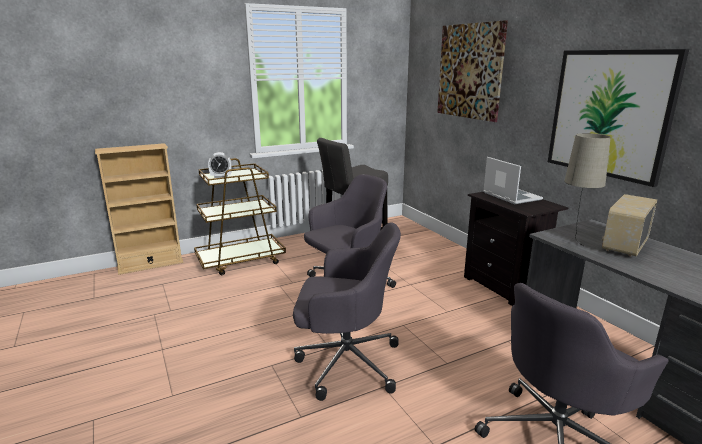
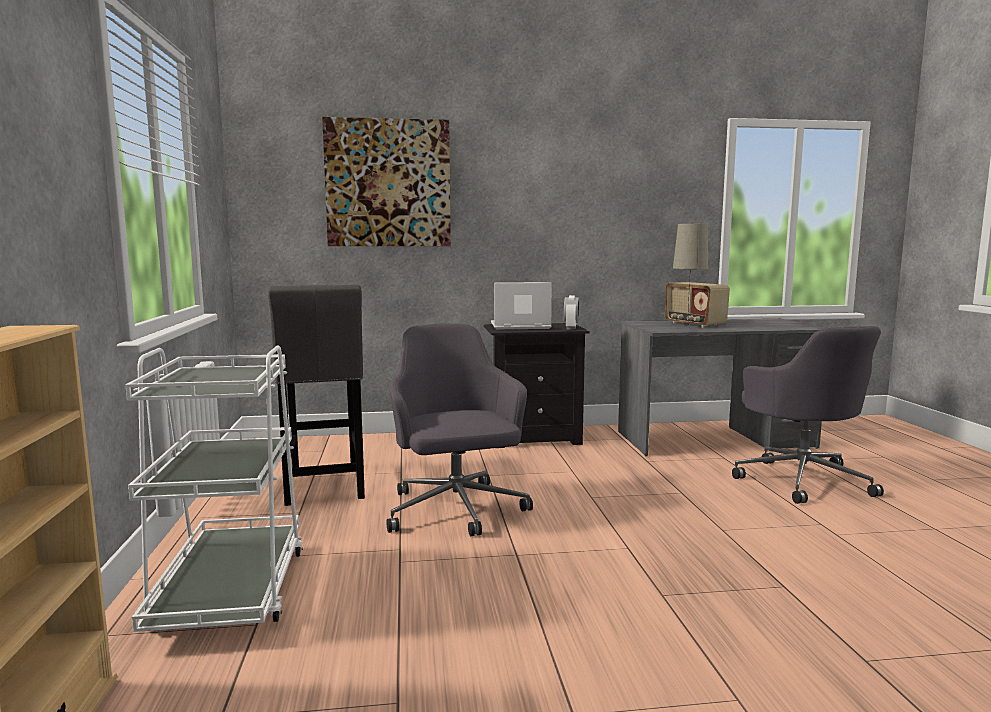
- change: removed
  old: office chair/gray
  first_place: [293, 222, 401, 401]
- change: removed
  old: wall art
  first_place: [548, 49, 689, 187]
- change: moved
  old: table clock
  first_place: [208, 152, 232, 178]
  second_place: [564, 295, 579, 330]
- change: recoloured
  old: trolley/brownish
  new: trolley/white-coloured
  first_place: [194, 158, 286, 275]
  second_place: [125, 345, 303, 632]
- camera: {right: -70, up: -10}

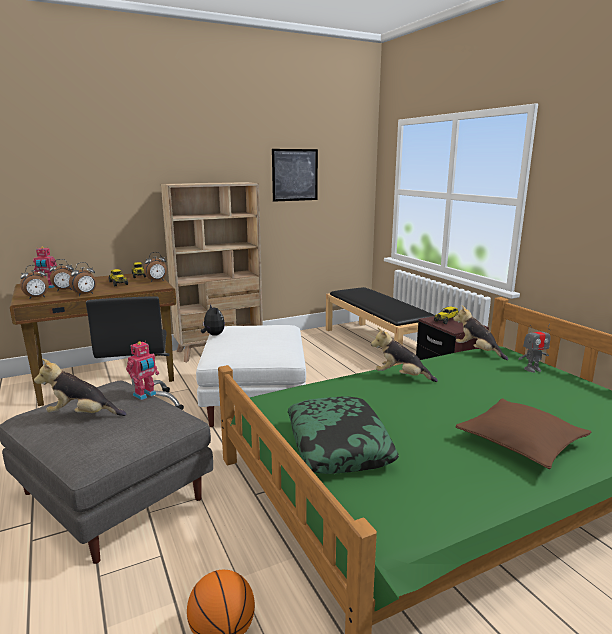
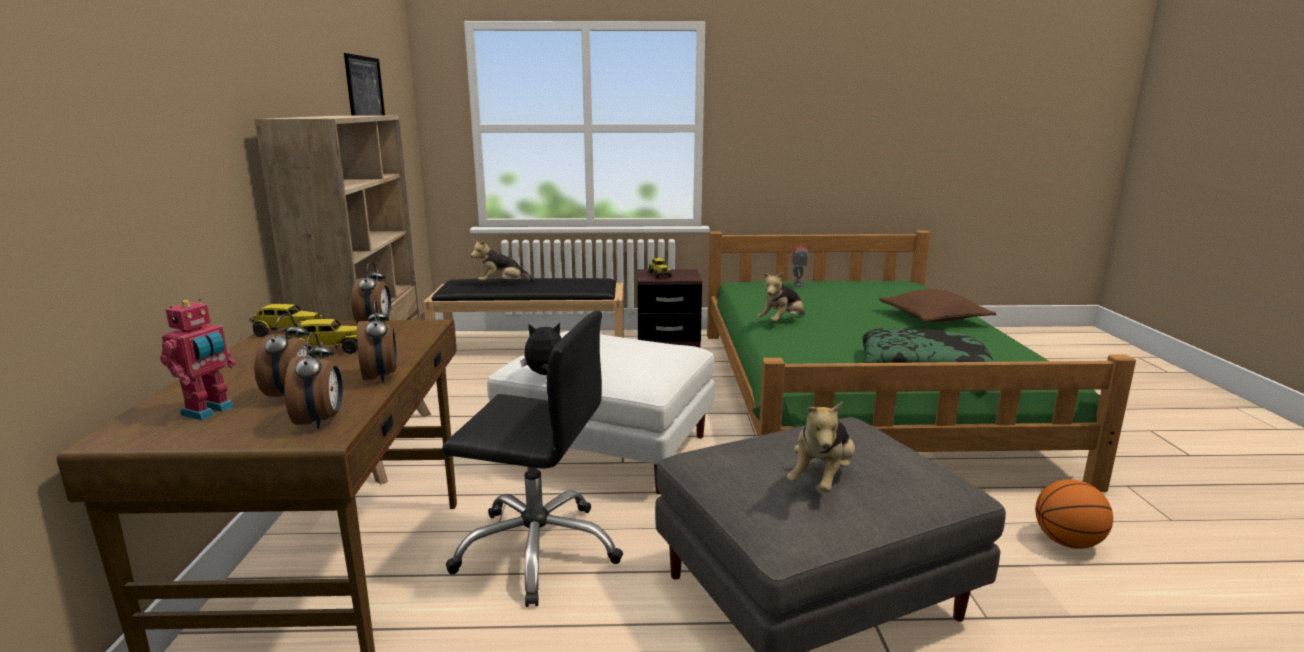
- change: removed
  old: toy robot
  first_place: [126, 341, 159, 400]
- change: moved
  old: soft toy
  first_place: [453, 305, 508, 360]
  second_place: [471, 240, 535, 282]
- camera: {right: -65, up: 0}

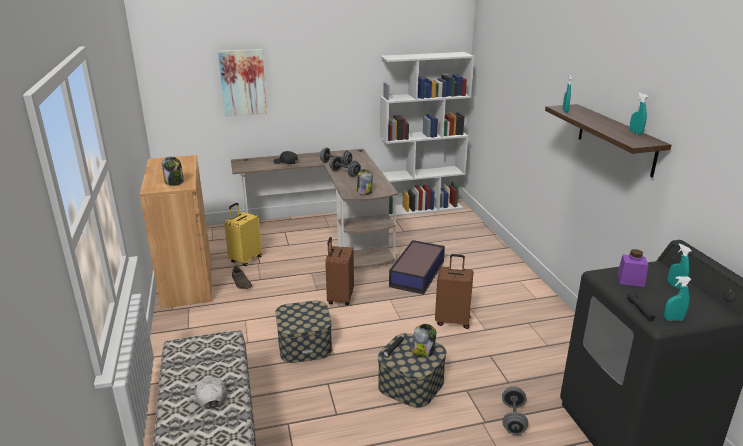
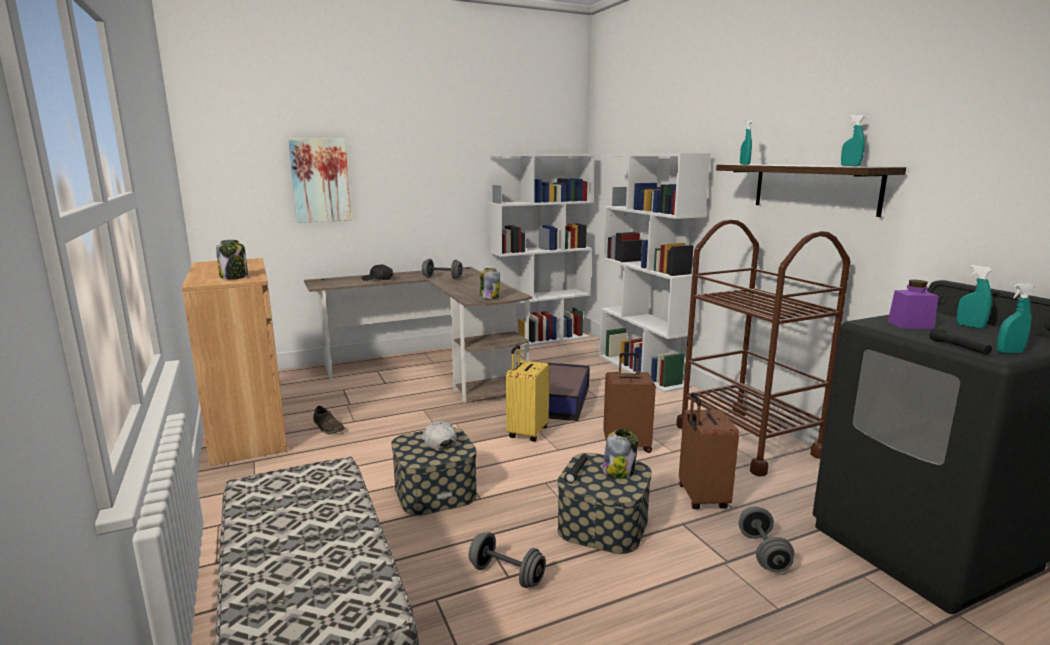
- change: added
  new: bookshelf/white-coloured
  second_place: [599, 153, 711, 393]
- change: added
  new: trolley/brownish
  second_place: [676, 219, 850, 477]
- change: moved
  old: peaked cap/white-coloured
  first_place: [195, 376, 227, 409]
  second_place: [421, 421, 457, 451]
- change: moved
  old: piece of luggage/yellowish
  first_place: [224, 203, 262, 266]
  second_place: [506, 345, 549, 442]
- change: moved
  old: piece of luggage/brownish
  first_place: [325, 237, 354, 306]
  second_place: [679, 393, 739, 509]
- change: moved
  old: dumbbell/gray
  first_place: [329, 156, 361, 177]
  second_place: [469, 532, 546, 588]
- camera: {right: -10, up: -10}

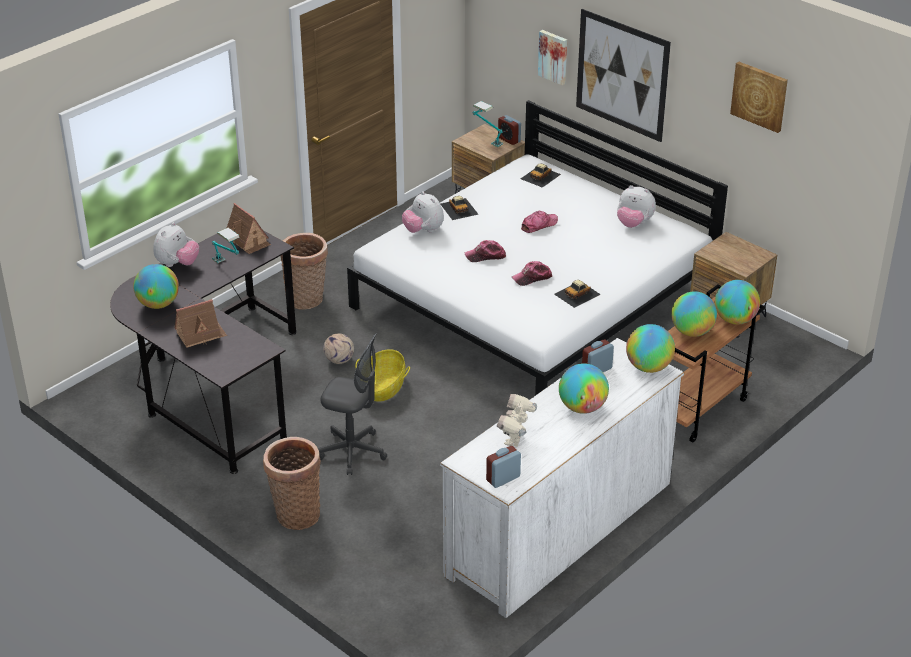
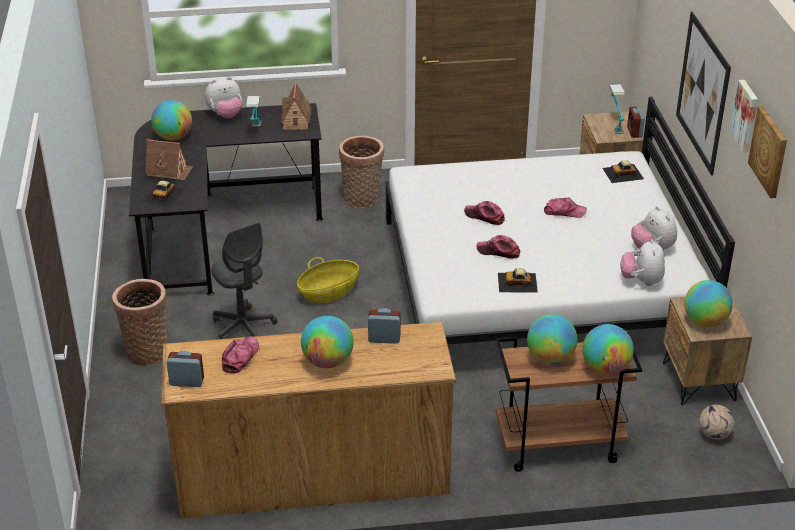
- change: moved
  old: football ball
  first_place: [323, 333, 354, 364]
  second_place: [699, 405, 734, 440]
- change: moved
  old: soft toy
  first_place: [402, 191, 444, 233]
  second_place: [620, 239, 665, 286]
- change: moved
  old: toy car
  first_place: [441, 196, 479, 220]
  second_place: [143, 181, 186, 207]
- change: moved
  old: wall art
  first_place: [538, 30, 567, 85]
  second_place: [730, 80, 758, 152]
- change: moved
  old: desk globe
  first_place: [626, 324, 675, 373]
  second_place: [684, 280, 733, 327]
- change: replaced
  old: toy robot
  new: peaked cap
  first_place: [497, 394, 537, 447]
  second_place: [222, 336, 259, 374]
- change: recoloured
  old: drawer chest/white-coloured
  new: drawer chest/brownish
  first_place: [440, 338, 684, 618]
  second_place: [161, 322, 456, 519]
- camera: {right: 40, up: 0}

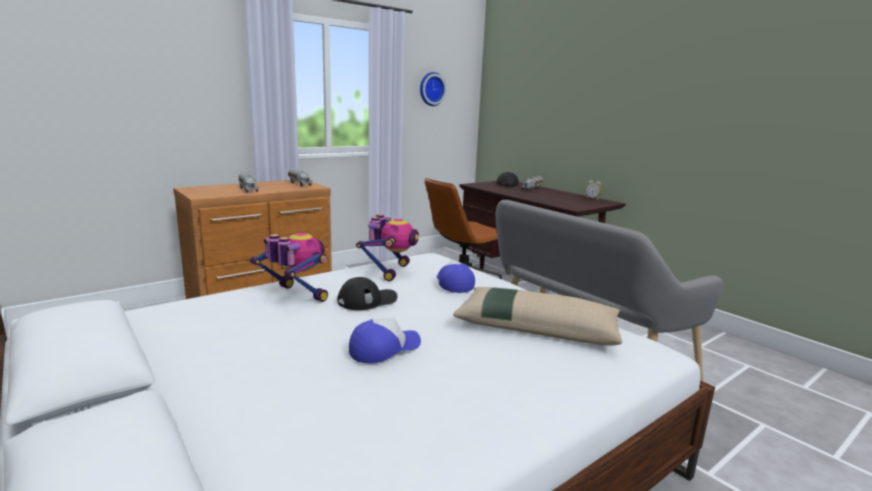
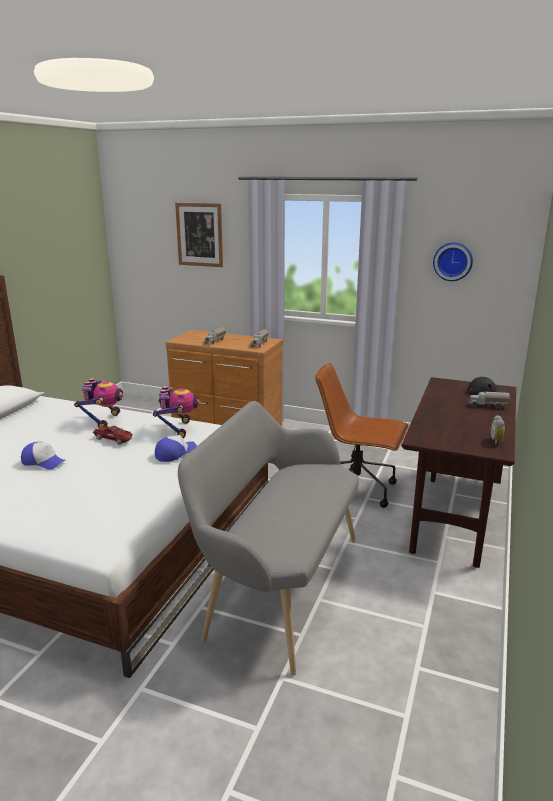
- change: removed
  old: cushion/beige
  first_place: [453, 287, 622, 346]
- change: added
  new: wall art
  second_place: [175, 203, 223, 267]
- change: replaced
  old: peaked cap/blackish
  new: toy car
  first_place: [337, 277, 397, 310]
  second_place: [93, 425, 133, 445]
- change: turned
  old: toy robot
  first_place: [356, 214, 419, 281]
  second_place: [153, 386, 199, 438]
  degrees: -75
- camera: {right: 60, up: 5}

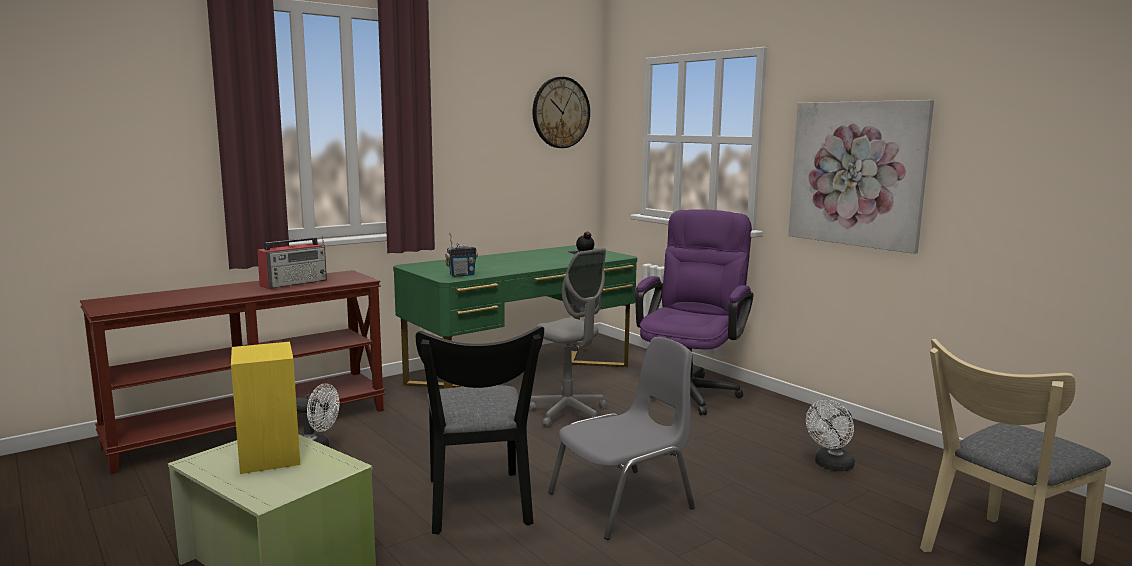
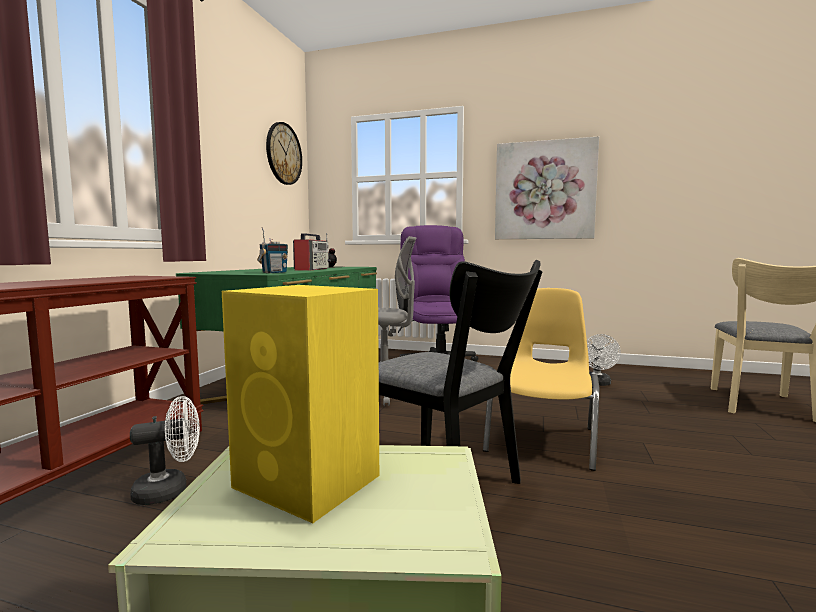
- change: moved
  old: radio set
  first_place: [257, 236, 327, 289]
  second_place: [293, 233, 331, 271]
- change: recoloured
  old: chair/gray
  new: chair/yellowish
  first_place: [548, 337, 695, 540]
  second_place: [483, 288, 600, 471]
- camera: {right: -35, up: -5}

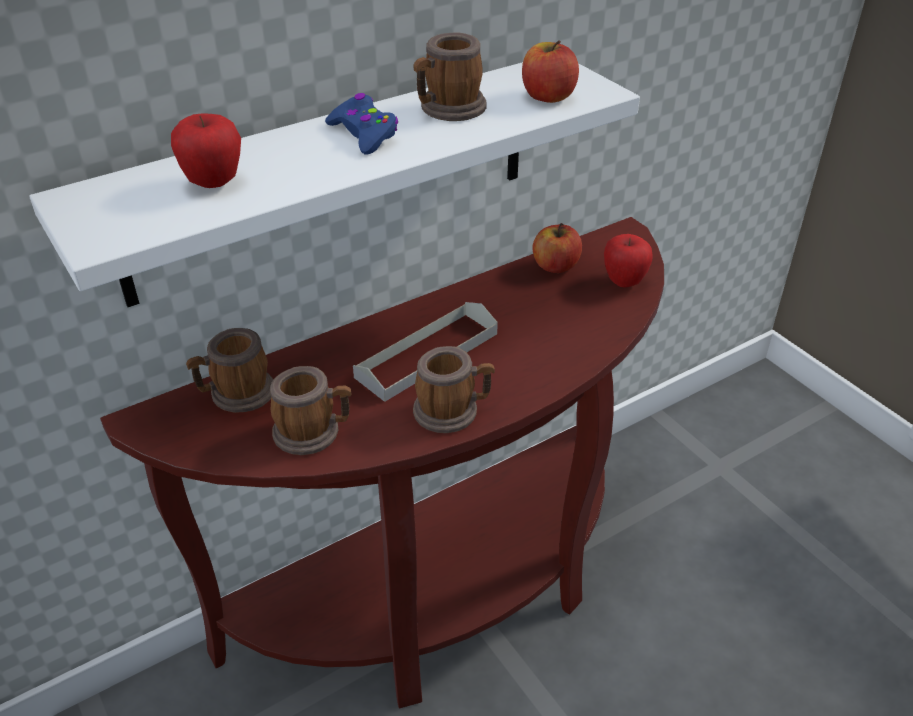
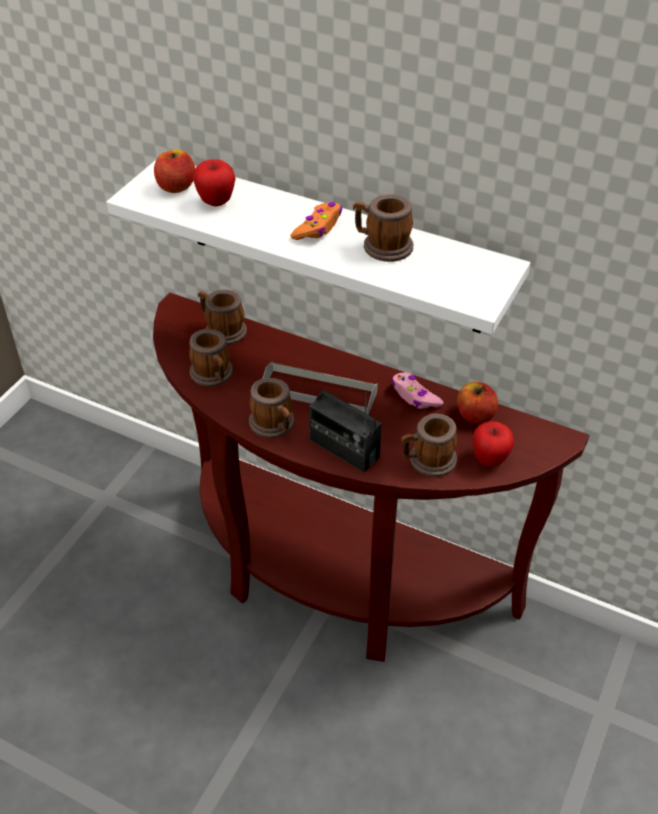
- change: added
  new: radio set
  second_place: [309, 390, 382, 472]
- change: added
  new: joypad/pinkish
  second_place: [391, 372, 443, 409]
- change: added
  new: tea mug
  second_place: [401, 414, 457, 477]
- change: moved
  old: whole apple
  first_place: [522, 40, 579, 103]
  second_place: [154, 150, 195, 193]
- change: recoloured
  old: joypad/bluish
  new: joypad/orangey
  first_place: [325, 93, 398, 155]
  second_place: [290, 202, 342, 240]
- camera: {right: 60, up: 5}

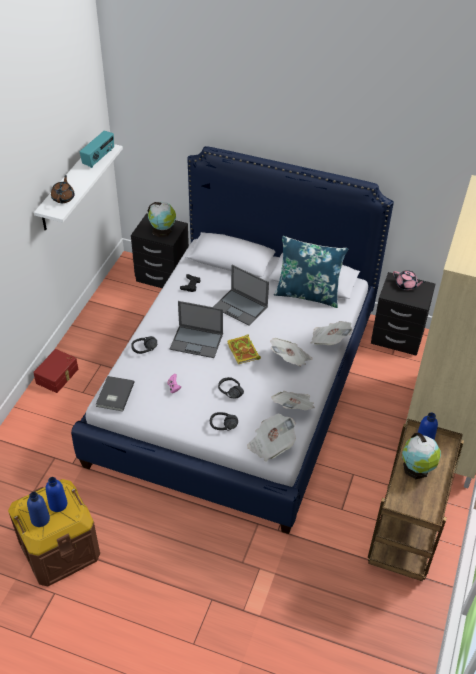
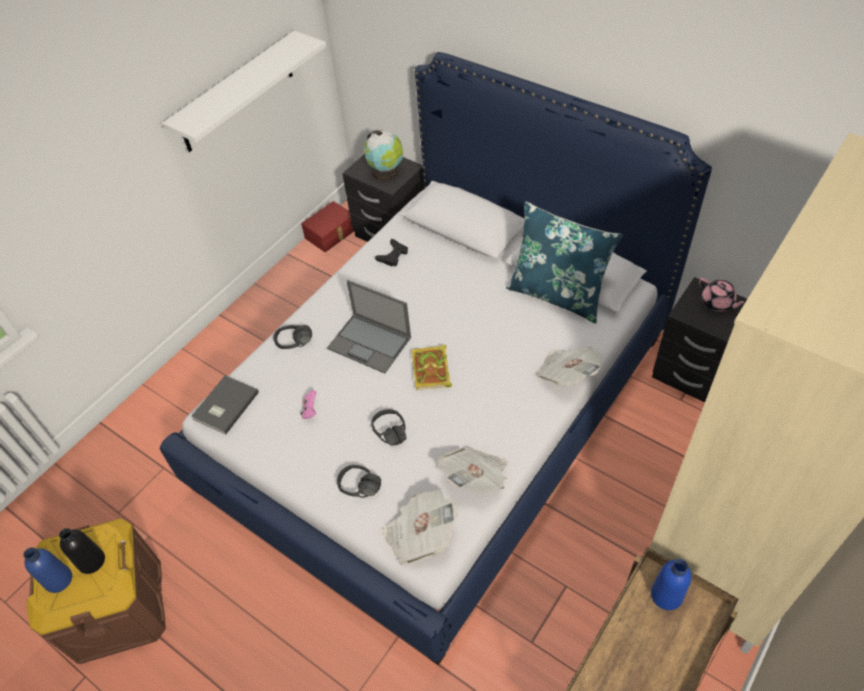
- change: removed
  old: pot for tea/brownish
  first_place: [51, 175, 75, 203]
- change: removed
  old: radio set
  first_place: [80, 130, 114, 168]
- change: removed
  old: portable computer
  first_place: [213, 265, 269, 326]
- change: removed
  old: printed paper
  first_place: [270, 338, 313, 366]
- change: removed
  old: desk globe
  first_place: [402, 433, 441, 479]
- change: moved
  old: storage box/reddish
  first_place: [33, 349, 78, 393]
  second_place: [301, 201, 354, 252]
- change: recoloured
  old: bottle/bluish
  new: bottle/blackish
  first_place: [45, 477, 67, 512]
  second_place: [59, 528, 105, 574]
- camera: {right: 20, up: 5}

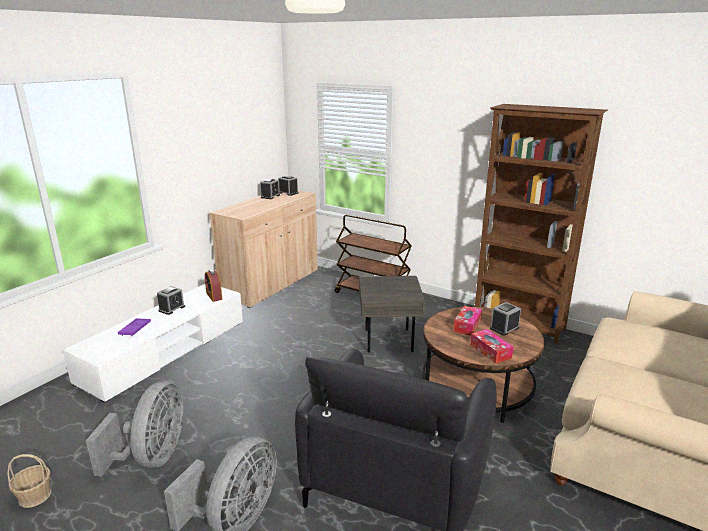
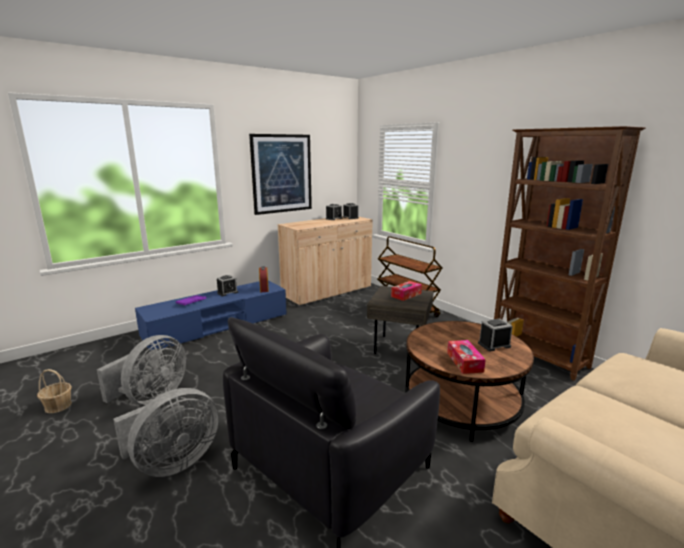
- change: added
  new: wall art
  second_place: [249, 134, 312, 215]
- change: moved
  old: tissue holder
  first_place: [453, 306, 482, 336]
  second_place: [391, 281, 422, 301]
- change: recoloured
  old: media console/white-coloured
  new: media console/bluish
  first_place: [63, 284, 243, 403]
  second_place: [135, 280, 287, 351]
- camera: {right: 20, up: -5}

